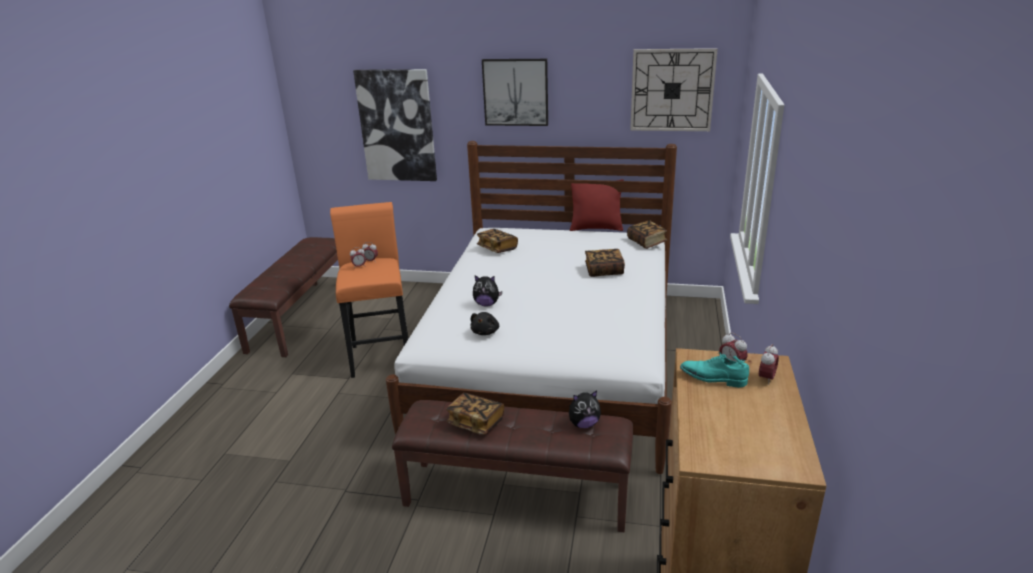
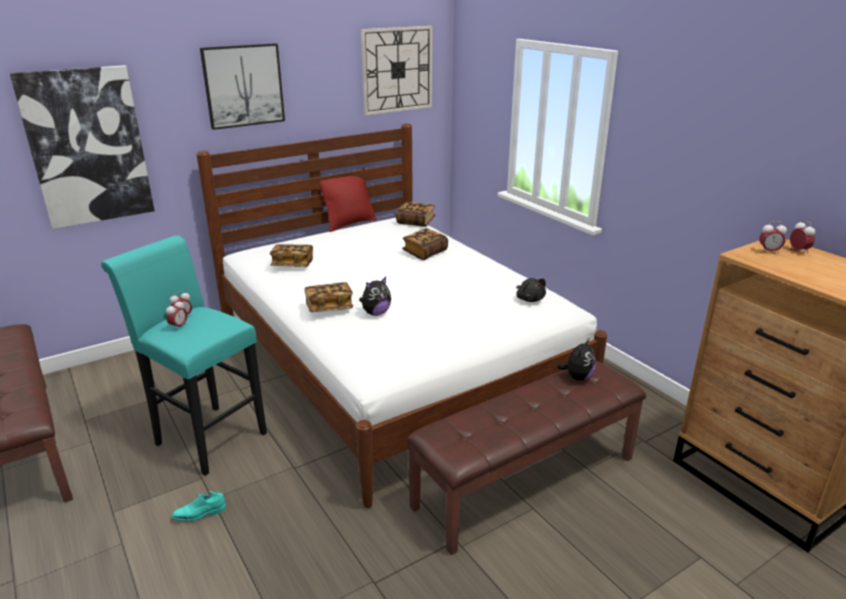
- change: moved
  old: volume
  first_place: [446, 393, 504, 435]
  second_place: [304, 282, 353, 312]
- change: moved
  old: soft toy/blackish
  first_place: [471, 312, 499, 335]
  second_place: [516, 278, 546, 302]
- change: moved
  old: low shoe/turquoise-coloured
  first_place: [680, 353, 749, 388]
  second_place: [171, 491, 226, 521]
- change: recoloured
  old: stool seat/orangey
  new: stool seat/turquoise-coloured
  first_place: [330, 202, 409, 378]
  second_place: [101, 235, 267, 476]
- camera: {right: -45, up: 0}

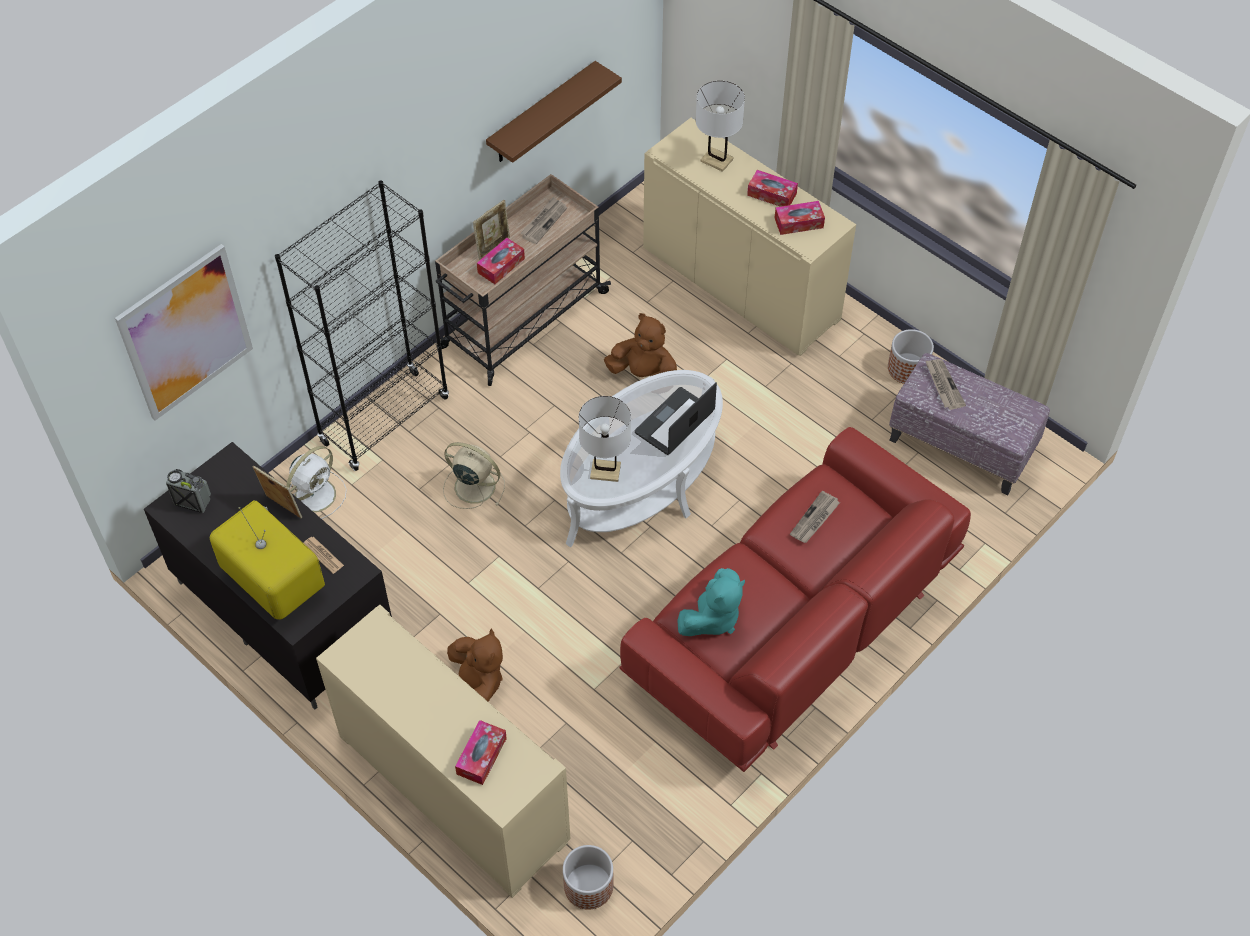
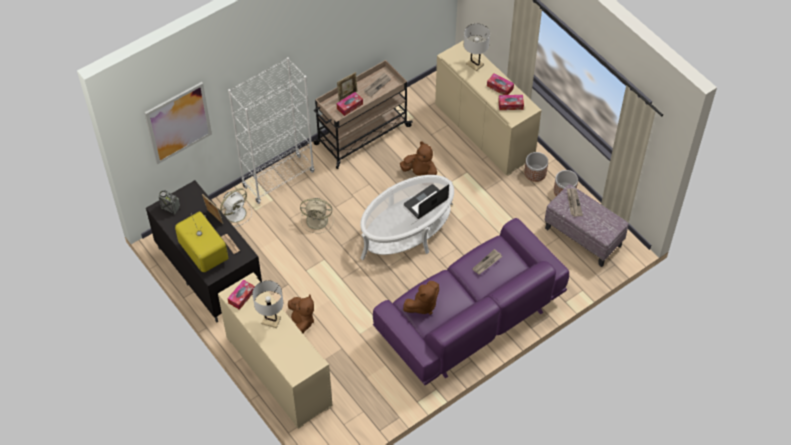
- change: removed
  old: wall shelf/brownish
  first_place: [486, 61, 622, 163]
- change: moved
  old: tissue holder
  first_place: [455, 720, 507, 785]
  second_place: [227, 280, 255, 310]
- change: moved
  old: plant pot
  first_place: [563, 845, 614, 910]
  second_place: [524, 152, 548, 182]
- change: moved
  old: lamp for a table/white-coloured
  first_place: [579, 396, 631, 482]
  second_place: [252, 281, 283, 328]
- change: recoloured
  old: bookshelf/blackish
  new: bookshelf/white-coloured
  first_place: [275, 180, 449, 471]
  second_place: [228, 57, 314, 204]
- change: recoloured
  old: couch/reddish
  new: couch/purple
  first_place: [619, 427, 971, 772]
  second_place: [373, 218, 569, 385]
- change: recoloured
  old: soft toy/turquoise-coloured
  new: soft toy/brownish
  first_place: [677, 568, 745, 636]
  second_place: [403, 281, 439, 315]
- change: turned
  old: cooling fan/beige
  first_place: [443, 442, 505, 509]
  second_place: [300, 198, 334, 233]
  degrees: 150
- camera: {right: 10, up: 0}

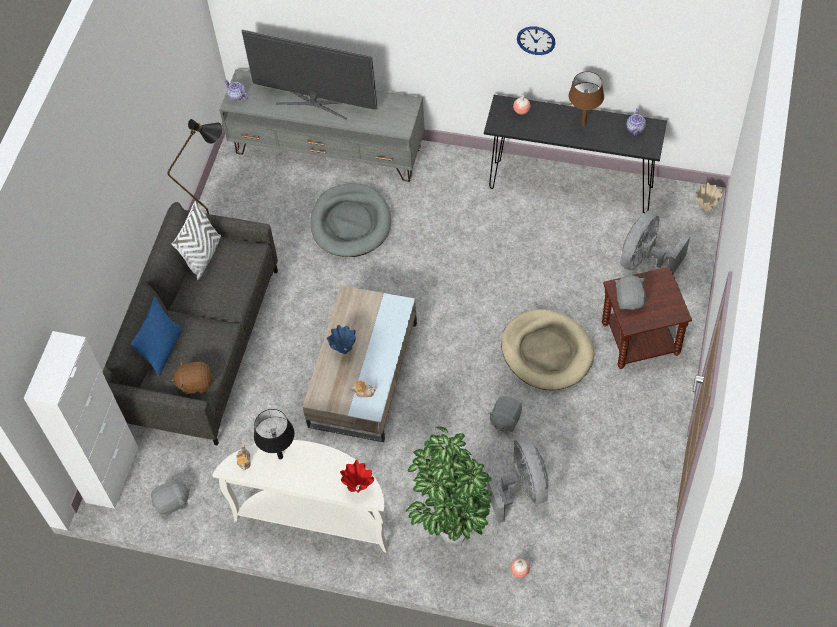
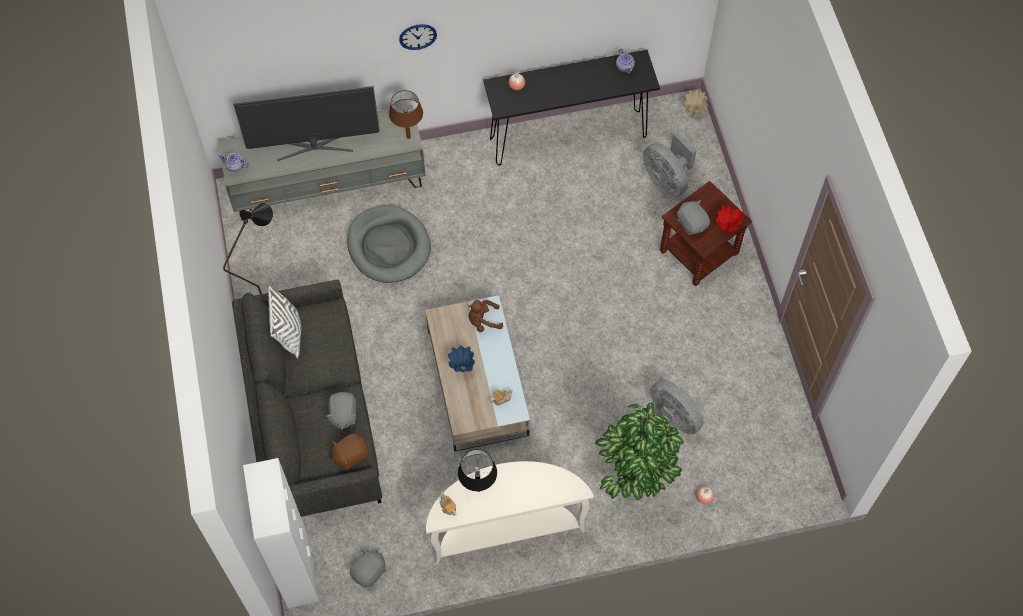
- change: removed
  old: cushion/bluish
  first_place: [131, 297, 182, 376]
- change: removed
  old: dog cushion/beige
  first_place: [501, 309, 594, 390]
- change: added
  new: soft toy/brownish
  second_place: [468, 300, 503, 332]
- change: moved
  old: decorative vase/reddish
  first_place: [340, 460, 374, 493]
  second_place: [716, 206, 745, 232]
- change: moved
  old: soft toy/gray
  first_place: [488, 396, 522, 432]
  second_place: [326, 392, 357, 430]
- change: moved
  old: clock on the wall
  first_place: [517, 26, 555, 55]
  second_place: [399, 24, 437, 50]
- change: moved
  old: lamp for a table/brownish
  first_place: [568, 71, 604, 126]
  second_place: [389, 90, 423, 139]
- change: turned
  old: cooling fan/gray
  first_place: [620, 211, 690, 274]
  second_place: [643, 131, 697, 197]
  degrees: -45
- camera: {right: -30, up: 5}

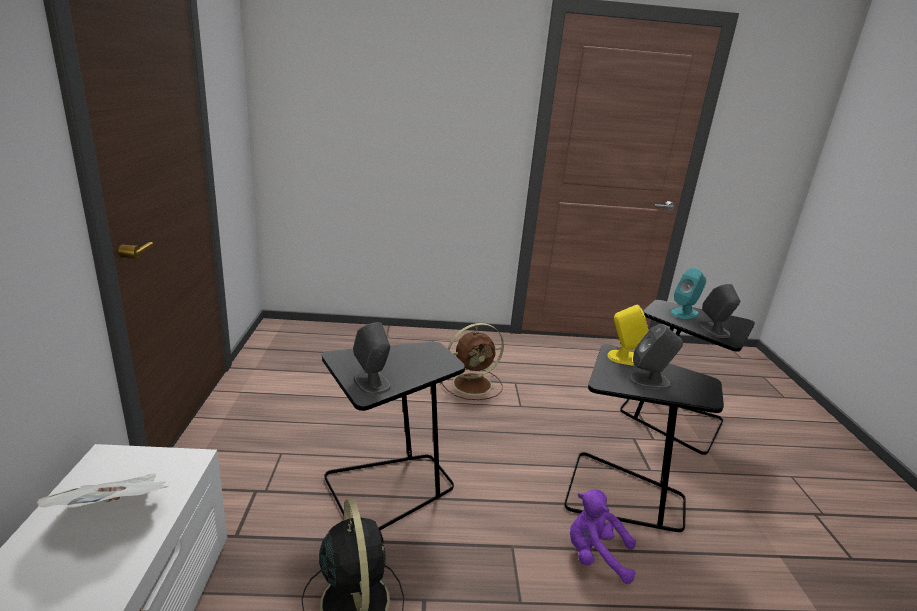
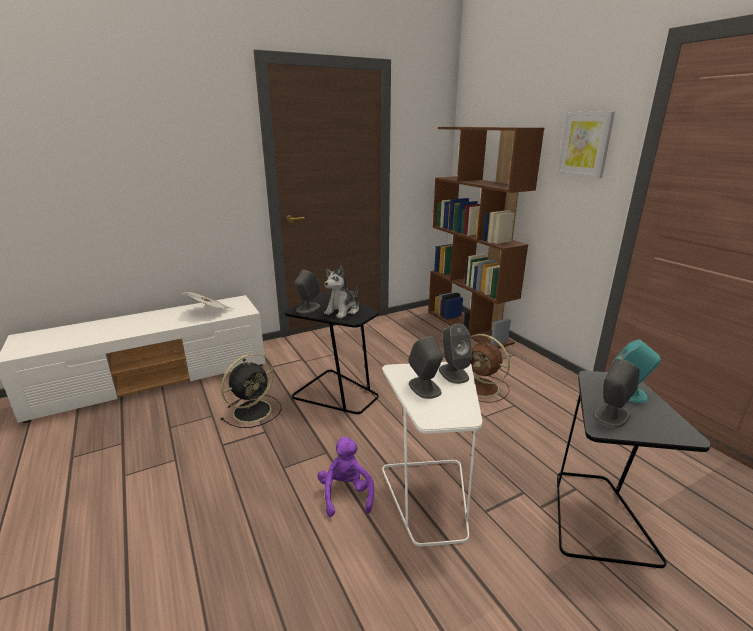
- change: added
  new: soft toy
  second_place: [324, 265, 359, 319]
- change: added
  new: bookshelf/brownish
  second_place: [428, 127, 544, 348]
- change: added
  new: wall art
  second_place: [557, 111, 615, 178]
- change: recoloured
  old: end table/blackish
  new: end table/white-coloured
  first_place: [564, 344, 724, 532]
  second_place: [382, 362, 482, 547]
- change: recoloured
  old: audio speaker/yellowish
  new: audio speaker/gray
  first_place: [607, 304, 649, 366]
  second_place: [439, 323, 472, 384]
- camera: {right: 65, up: 0}

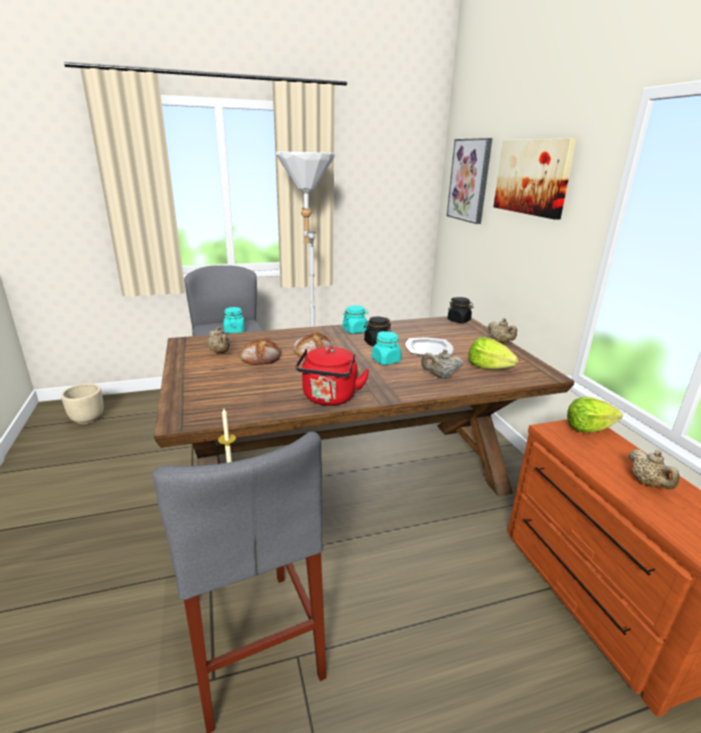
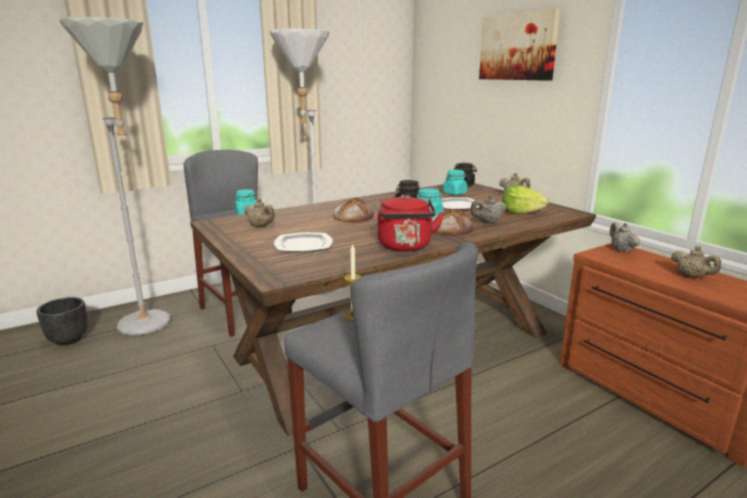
- change: removed
  old: wall art
  first_place: [447, 138, 492, 224]
- change: added
  new: standard lamp/gray
  second_place: [60, 17, 170, 335]
- change: added
  new: dinner plate
  second_place: [274, 232, 333, 252]
- change: moved
  old: bread
  first_place: [240, 338, 281, 365]
  second_place: [432, 208, 474, 236]
- change: moved
  old: jar/turquoise-coloured
  first_place: [342, 305, 369, 334]
  second_place: [443, 170, 467, 195]
- change: replaced
  old: lettuce head
  new: pot for tea/beige
  first_place: [567, 397, 622, 433]
  second_place: [610, 222, 640, 252]
- change: recoloured
  old: plant pot/beige
  new: plant pot/blackish
  first_place: [61, 383, 103, 424]
  second_place: [36, 297, 88, 346]
- camera: {right: -15, up: -5}

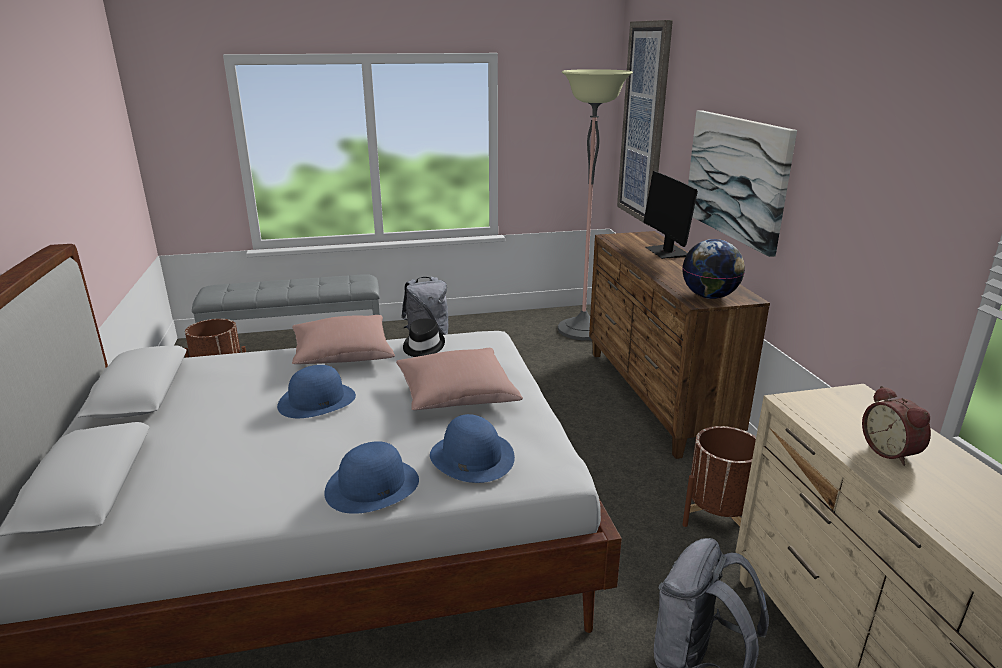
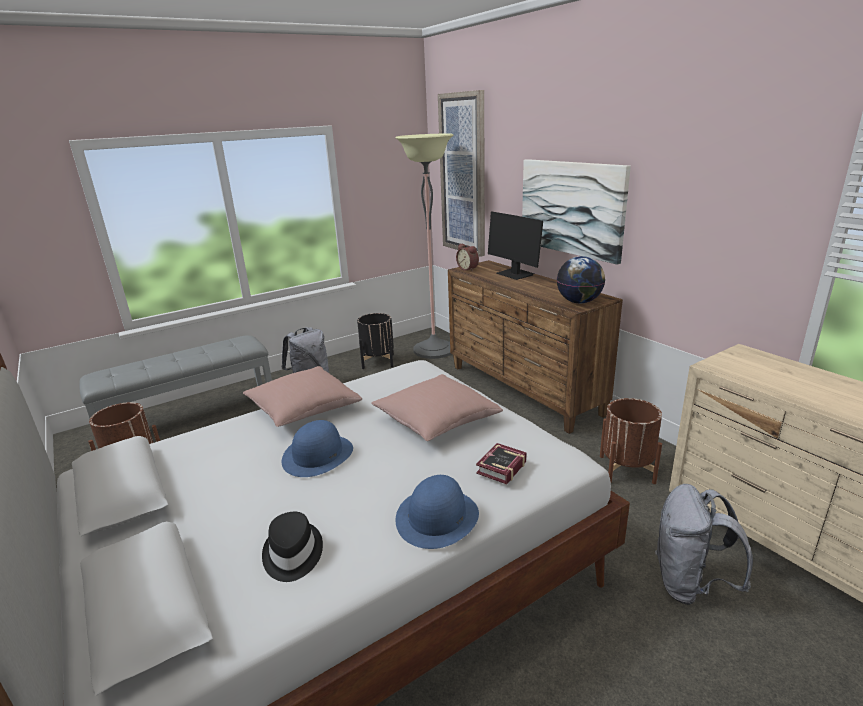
- change: added
  new: plant pot/blackish
  second_place: [357, 313, 394, 369]
- change: moved
  old: hat/blackish
  first_place: [403, 318, 445, 357]
  second_place: [262, 512, 323, 582]
- change: moved
  old: table clock
  first_place: [862, 386, 931, 466]
  second_place: [456, 244, 479, 271]
- change: replaced
  old: hat/bluish
  new: volume
  first_place: [430, 414, 515, 483]
  second_place: [476, 443, 527, 485]
- camera: {right: -20, up: 0}

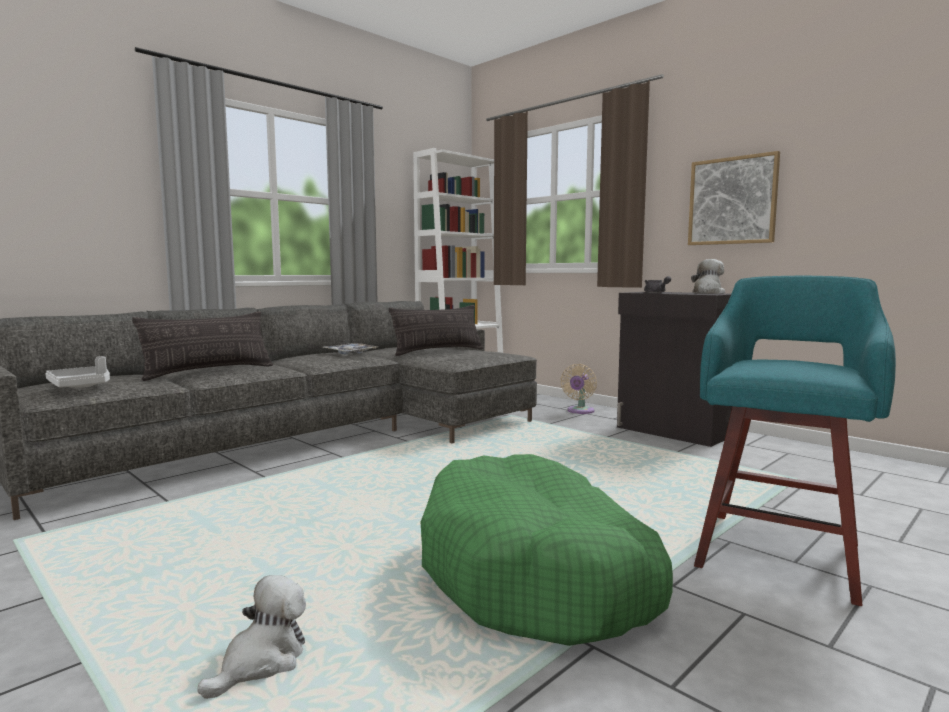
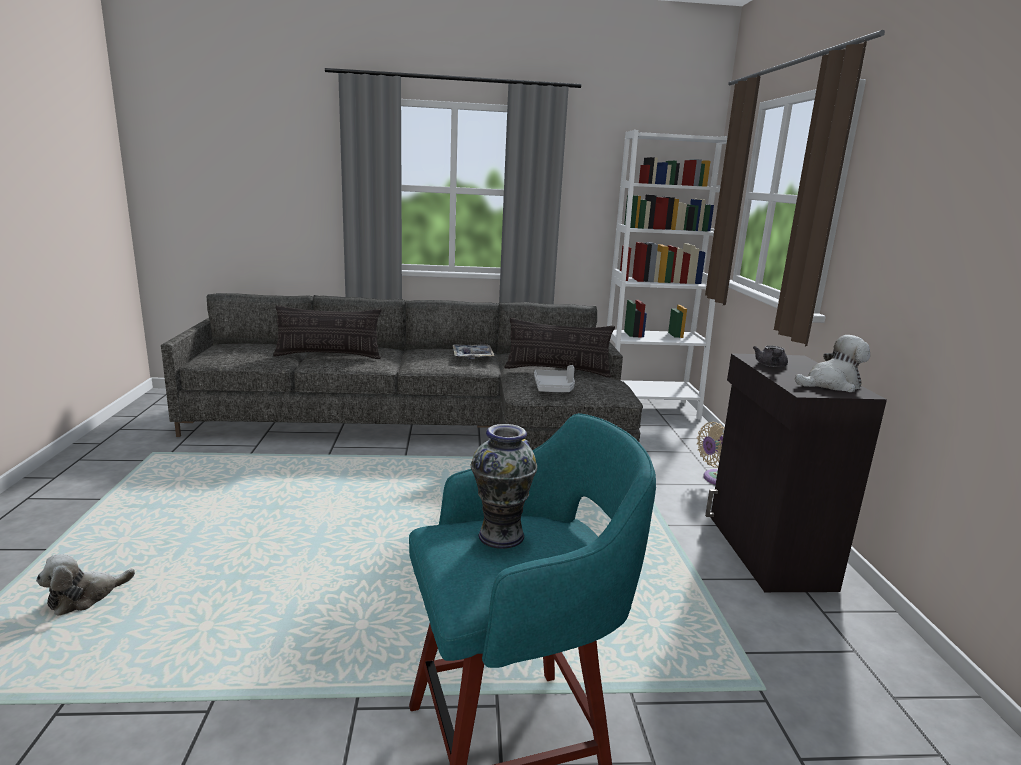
- change: removed
  old: dog cushion/greenish
  first_place: [421, 454, 673, 646]
- change: removed
  old: wall art
  first_place: [688, 151, 780, 245]
- change: added
  new: decorative vase
  second_place: [471, 424, 537, 549]
- change: moved
  old: carrying tray/gray
  first_place: [45, 356, 110, 388]
  second_place: [534, 365, 575, 392]
- change: turned
  old: soft toy
  first_place: [197, 575, 306, 699]
  second_place: [36, 554, 135, 615]
  degrees: 150
- camera: {right: 40, up: 10}

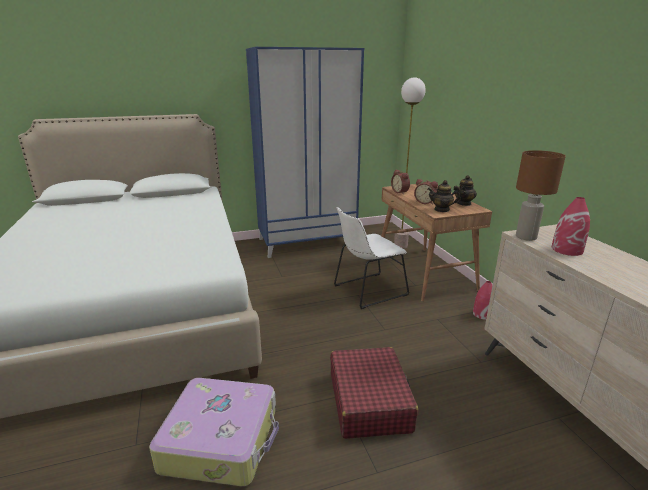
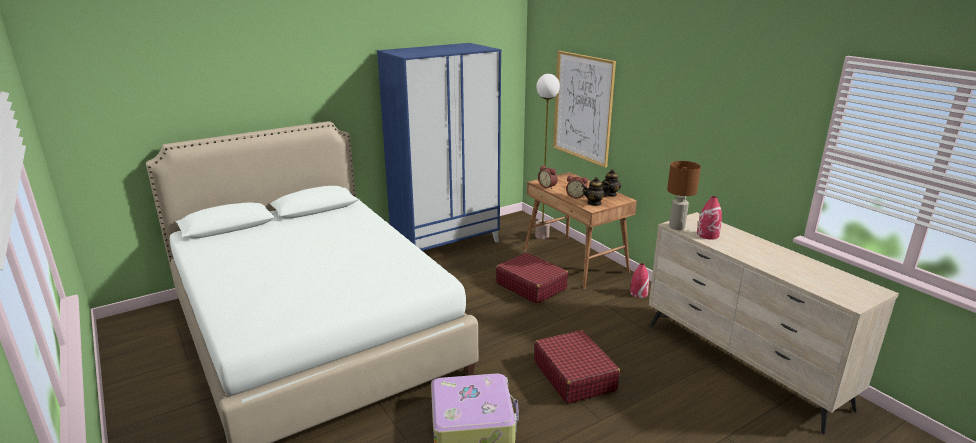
- change: added
  new: wall art
  second_place: [553, 51, 616, 168]
- change: replaced
  old: chair/white-coloured
  new: piece of luggage/reddish
  first_place: [334, 207, 409, 309]
  second_place: [496, 253, 568, 304]
- camera: {right: -15, up: 0}

